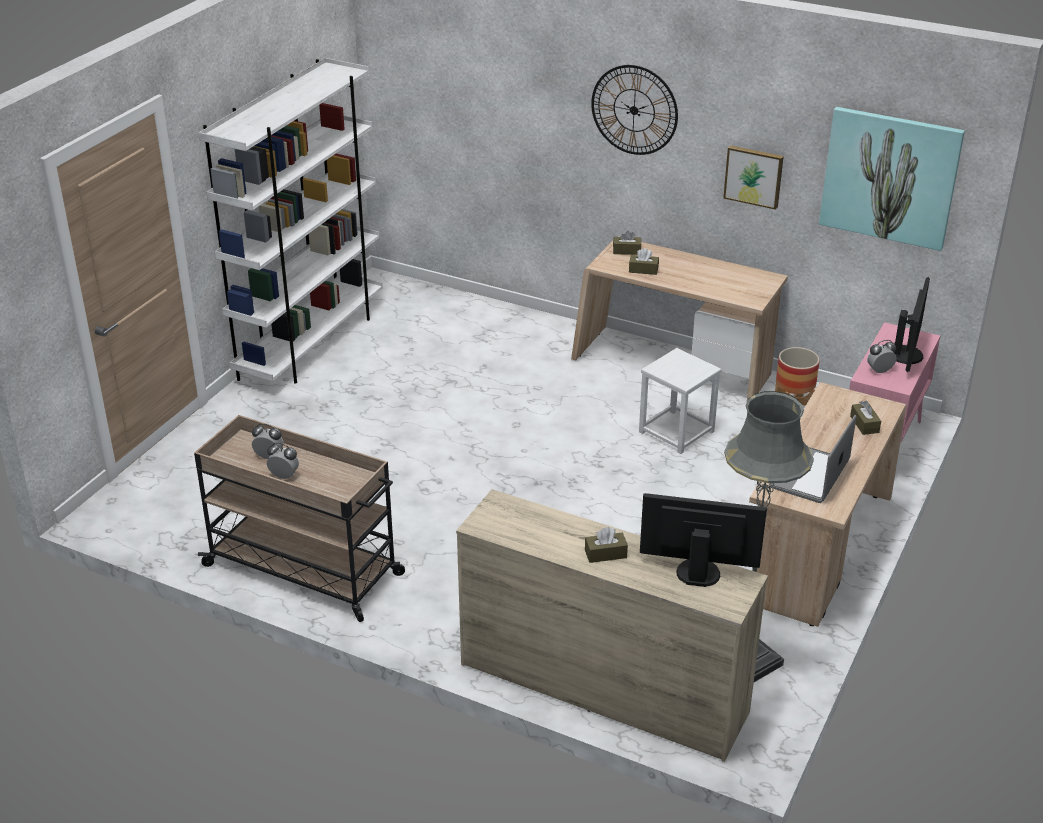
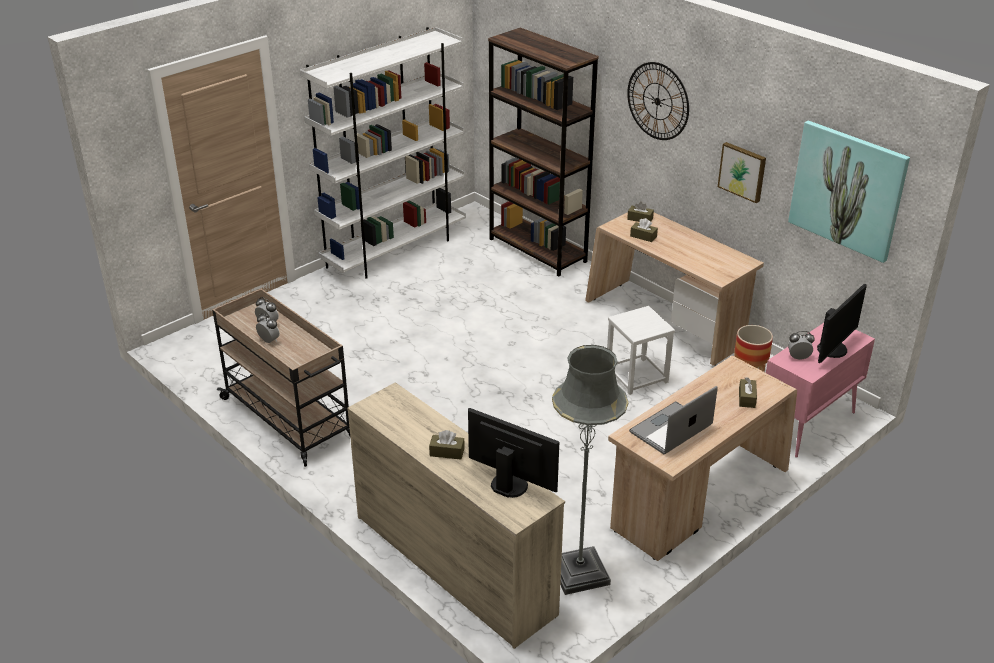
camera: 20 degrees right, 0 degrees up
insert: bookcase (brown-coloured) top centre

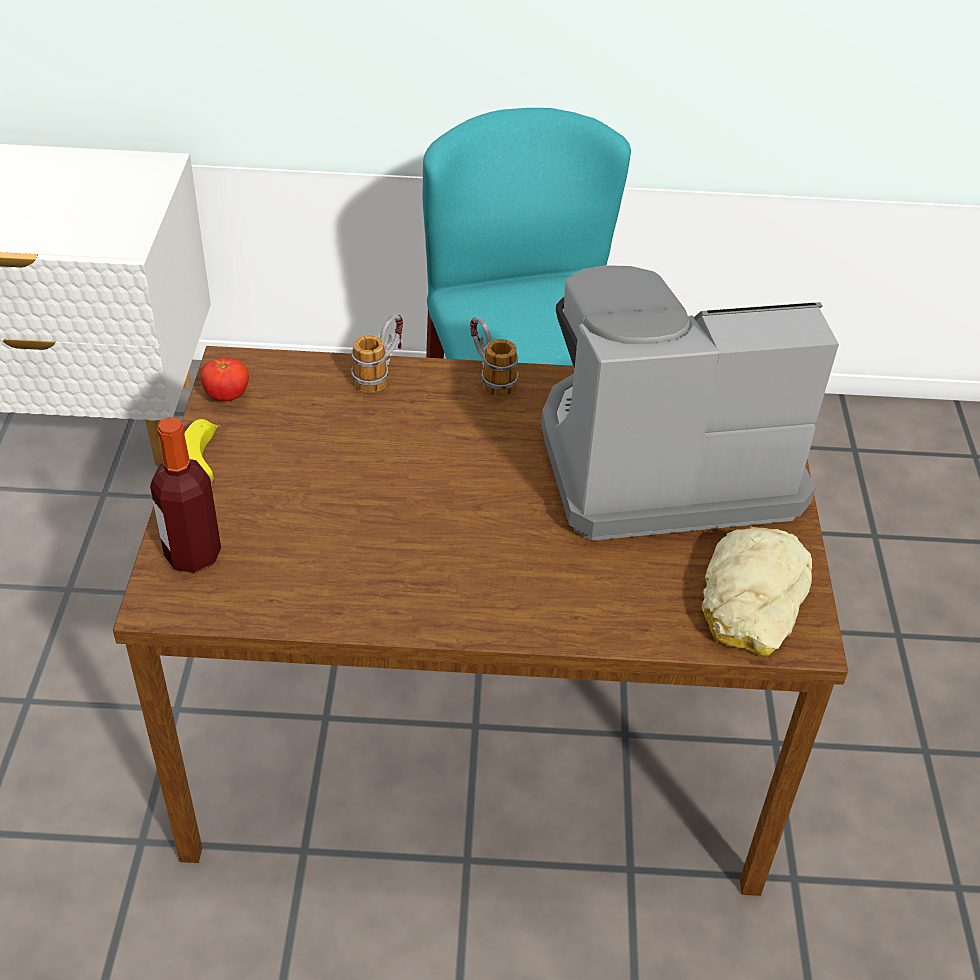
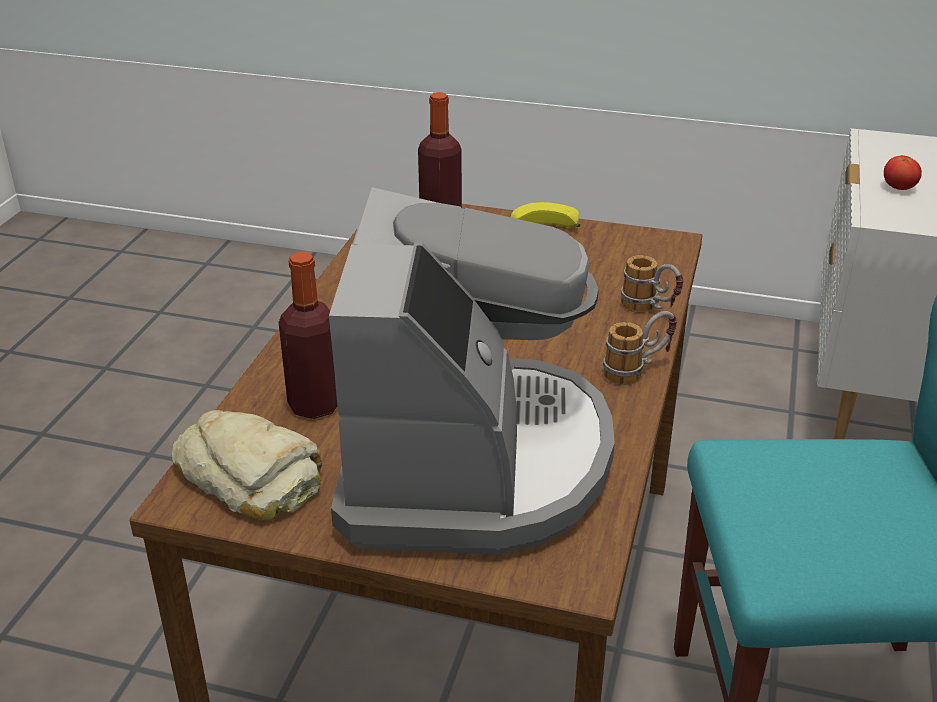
camera: 105 degrees right, 10 degrees down
insert: bottle (1st from left) middle left
move: whole tomato middle left to top right

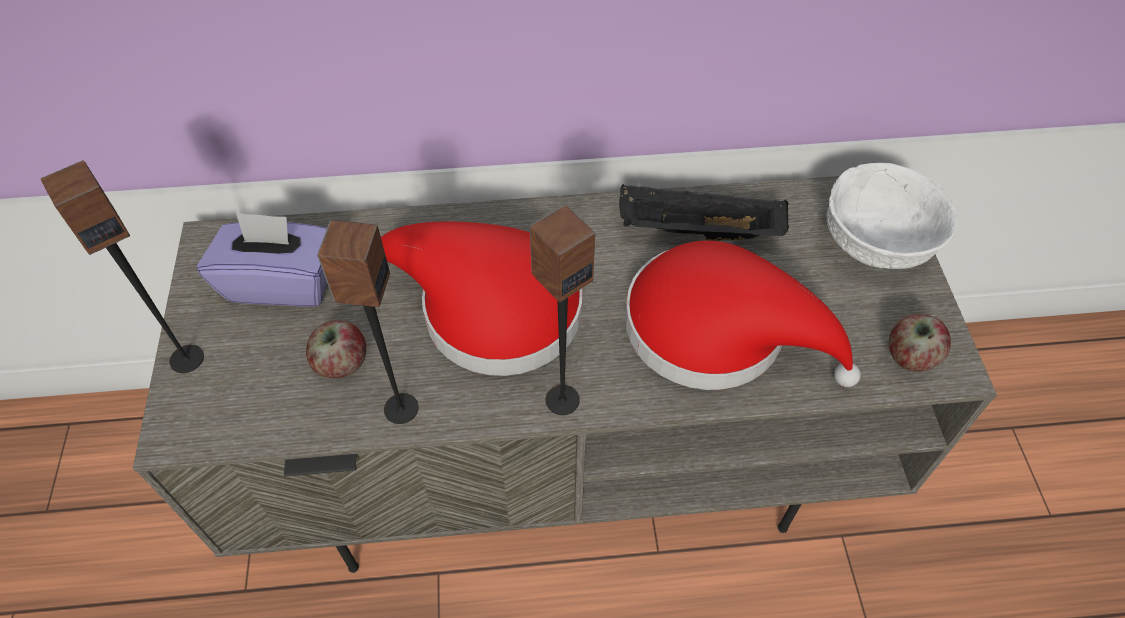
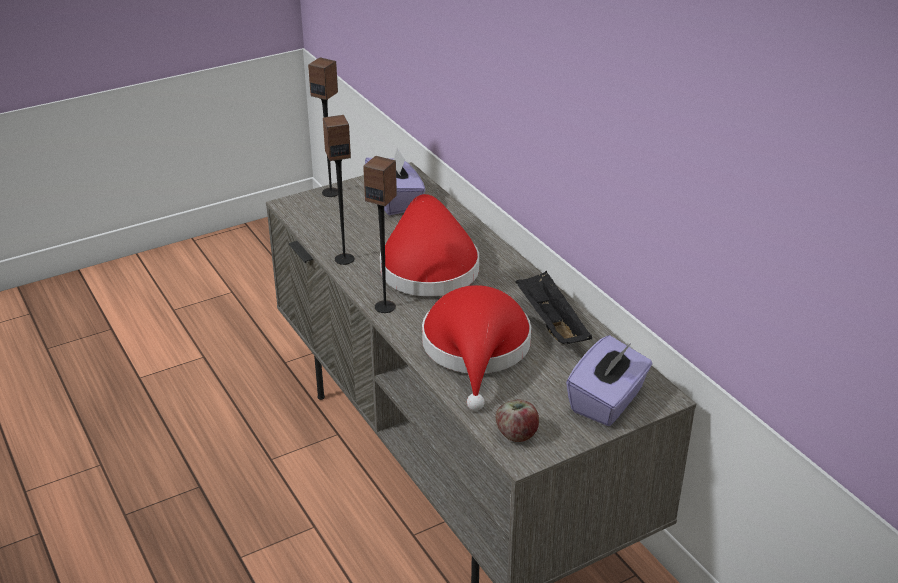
camera: 65 degrees right, 20 degrees down
delete: apple (1st from left) middle left
replace: serving bowl (white-coloured) middle right to box of tissues (purple-coloured) (2nd from left) middle right

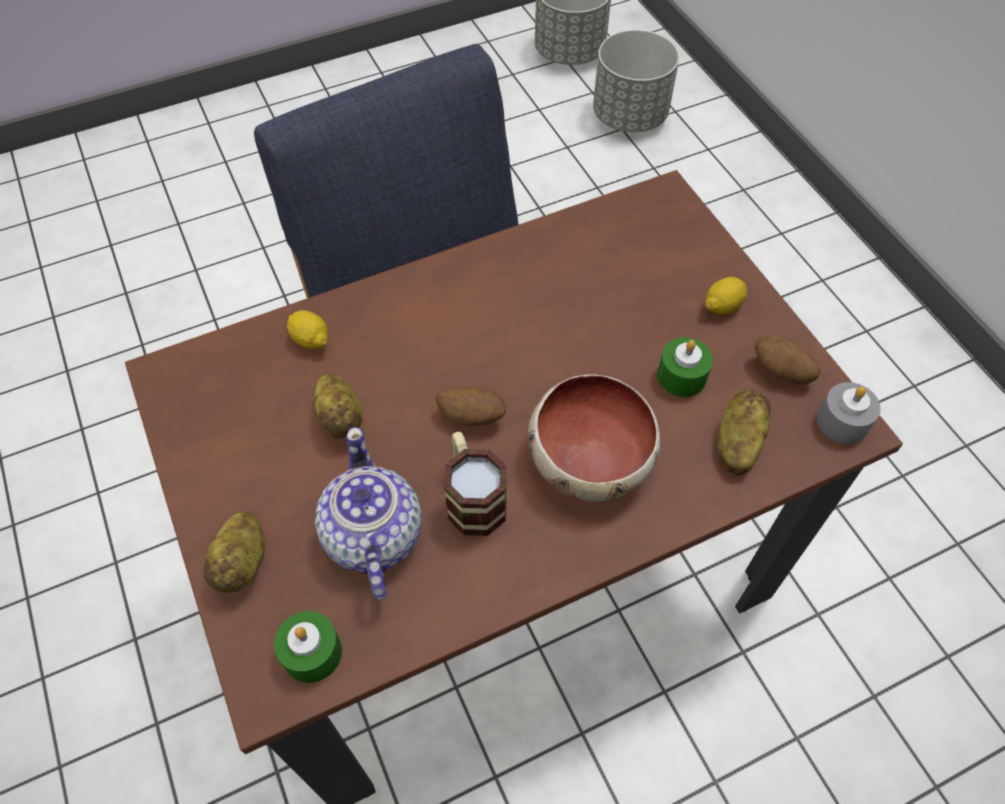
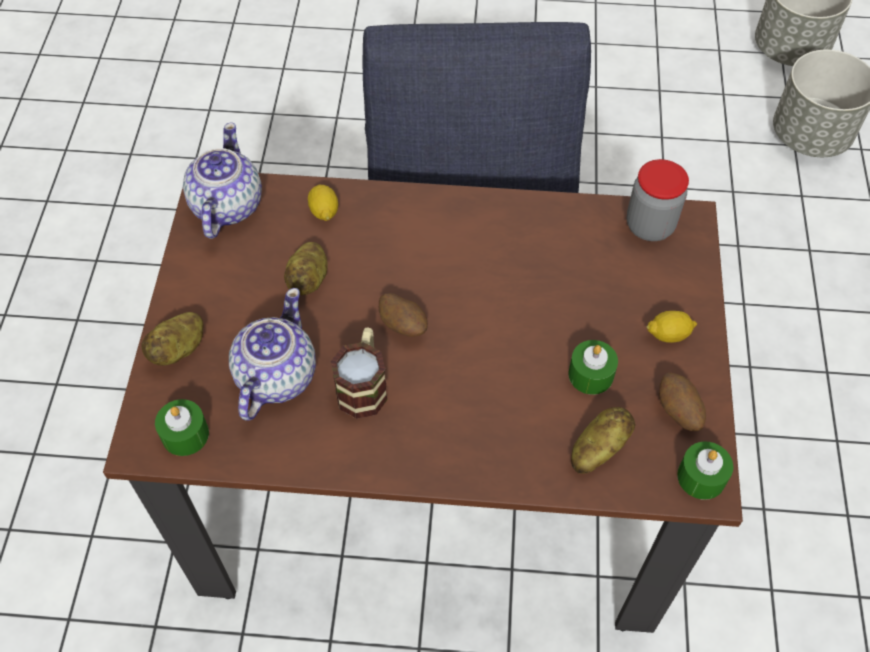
camera: 30 degrees right, 0 degrees up
delete: serving bowl centre
insert: tea pot (1st from left) top left; storage jar top right
recolor: wax light (greyish) middle right to wax light (green-coloured) (3rd from left) bottom right

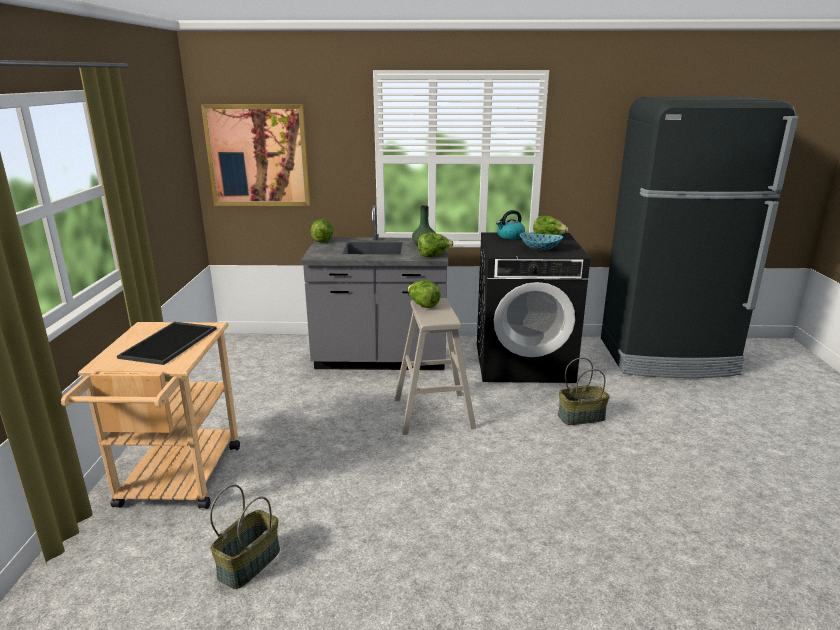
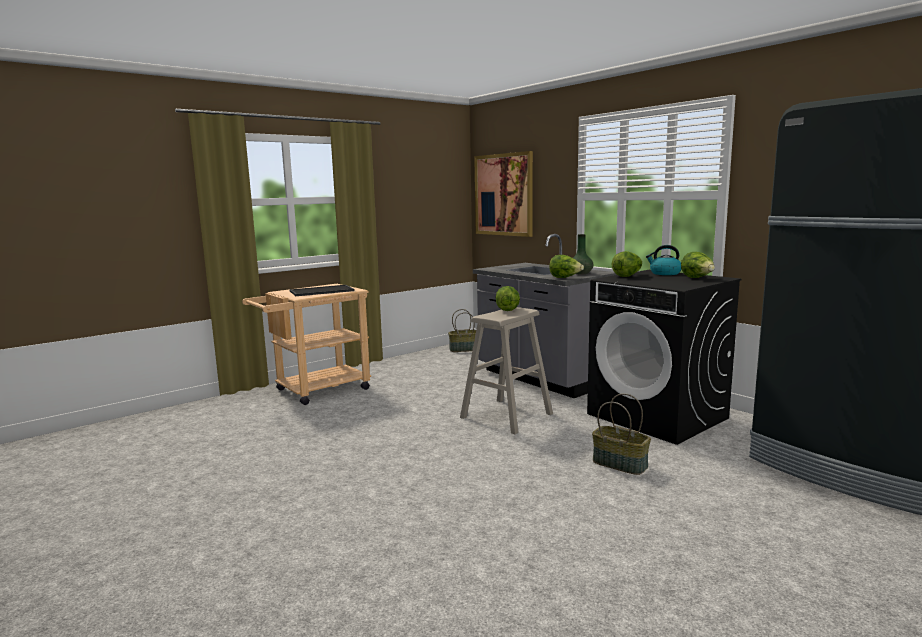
camera: 50 degrees right, 10 degrees down
delete: serving bowl centre
move: household basket (1st from left) bottom left to centre; lettuce (1st from left in the first image) centre to lettuce (3rd from left) middle right

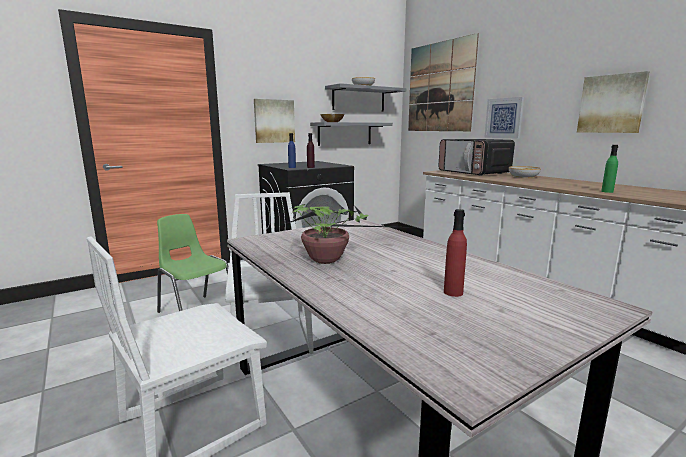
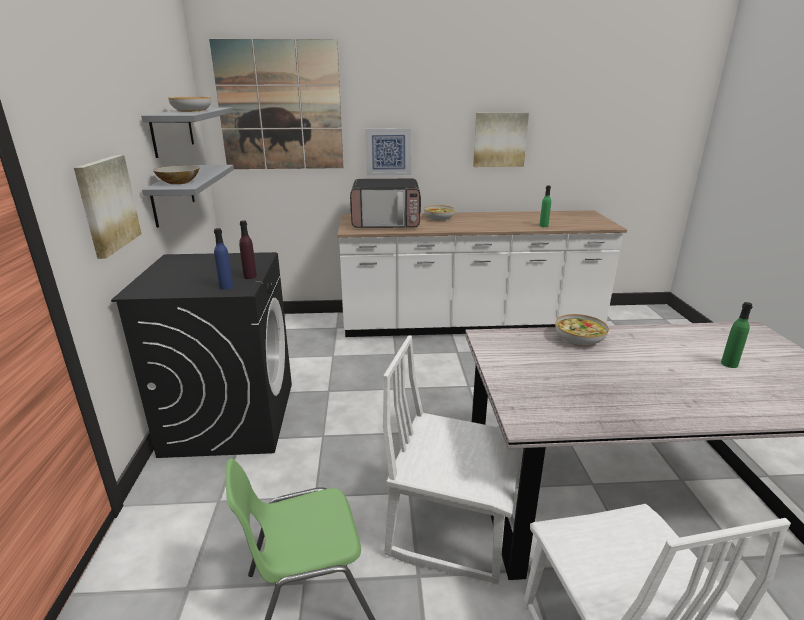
camera: 60 degrees left, 10 degrees up
delete: potted plant centre
insert: serving bowl (4th from left) middle right
recolor: bottle (red) centre to bottle (green-coloured) (2nd from left) middle right

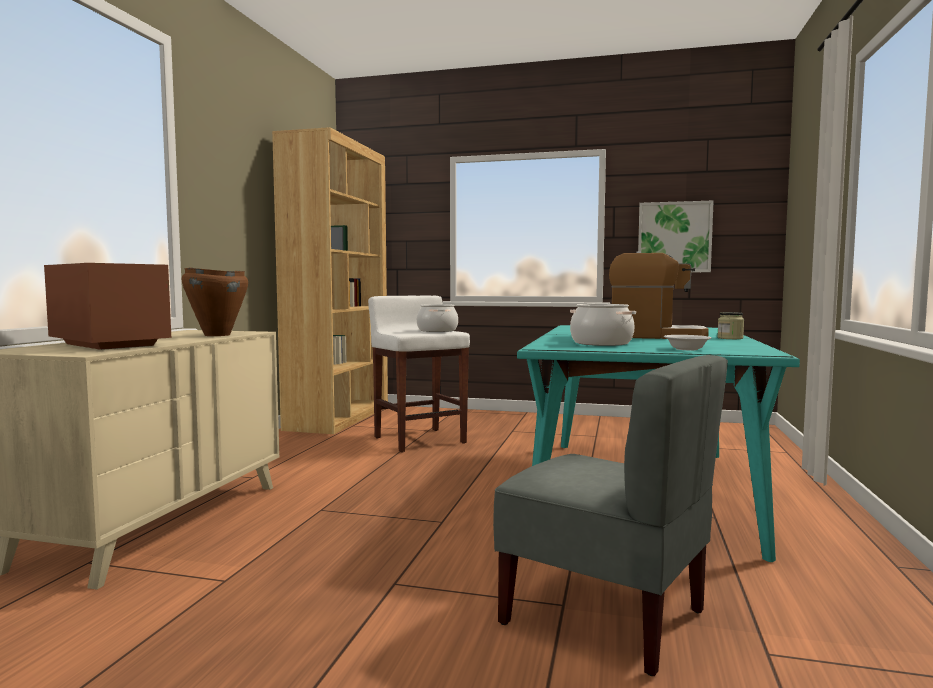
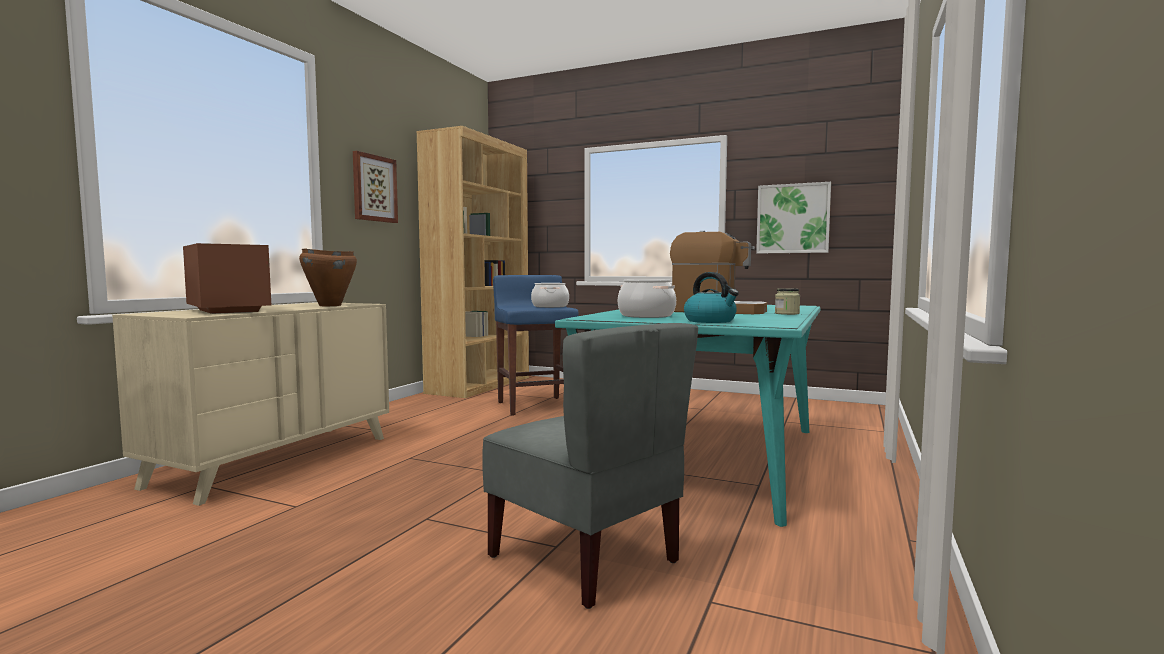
camera: 10 degrees right, 0 degrees up
insert: picture (1st from left) top left
replace: serving bowl (white-coloured) middle right to kettle centre
recolor: stool seat (white-coloured) centre to stool seat (blue-coloured) centre

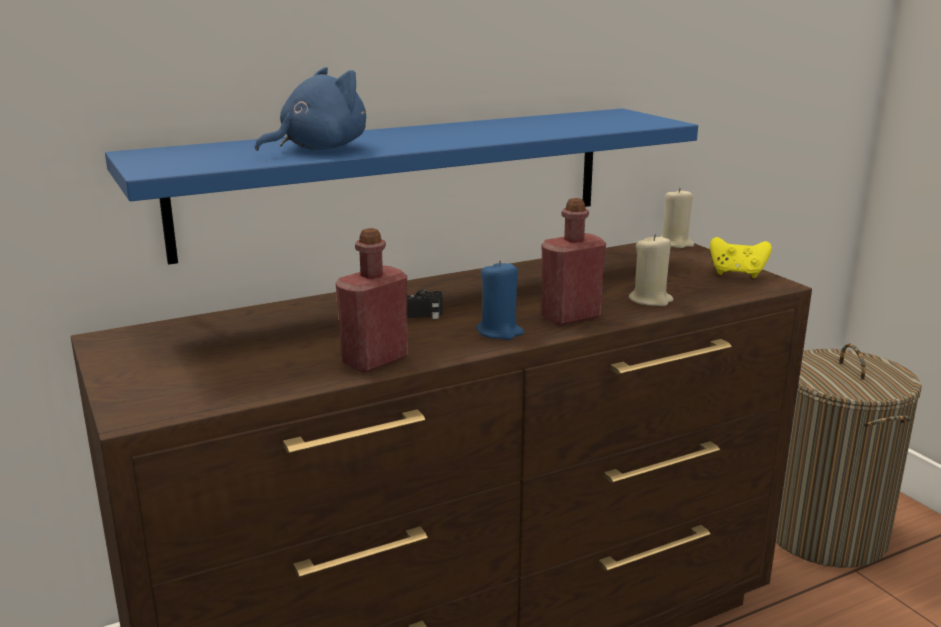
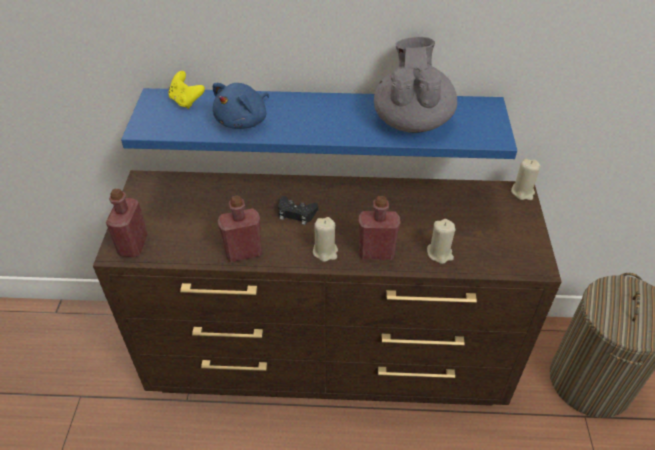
camera: 30 degrees right, 25 degrees up
insert: bottle (red) (1st from left) middle left; tea pot (greyish) top centre
move: gamepad (yellow-coloured) middle right to top left
recolor: wax light (blue-coloured) centre to wax light (sand-coloured) (1st from left) centre
rotate: cuddly toy (blue-coloured) top left = top centre 135 degrees clockwise

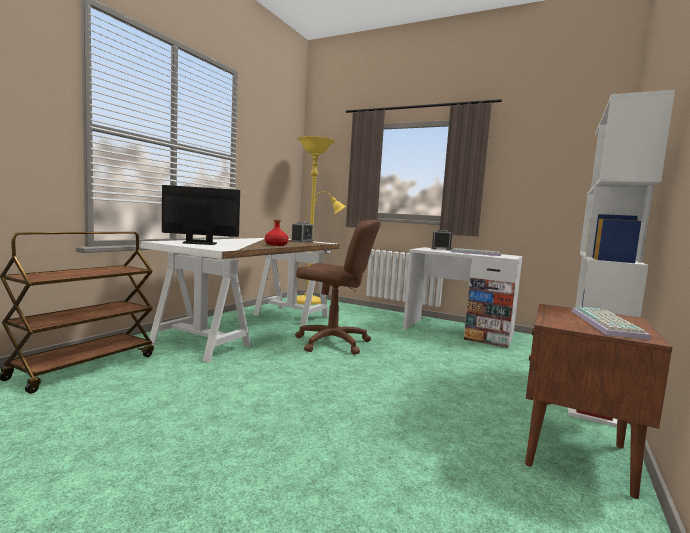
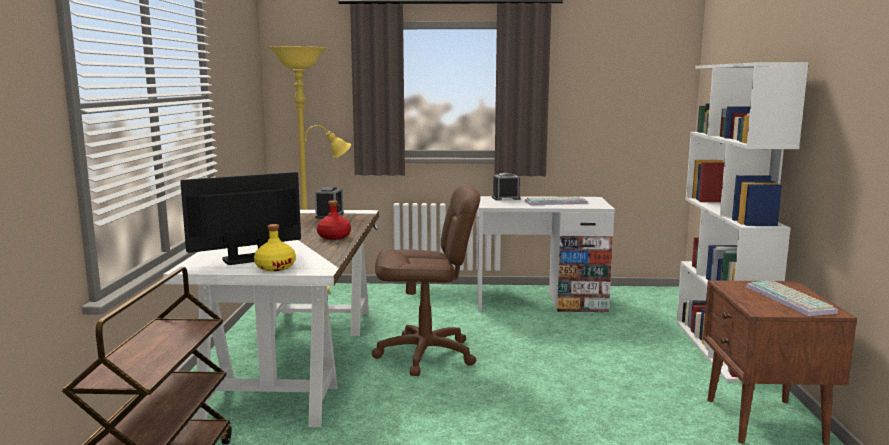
camera: 25 degrees left, 5 degrees up
insert: bottle (yellow-coloured) middle left

